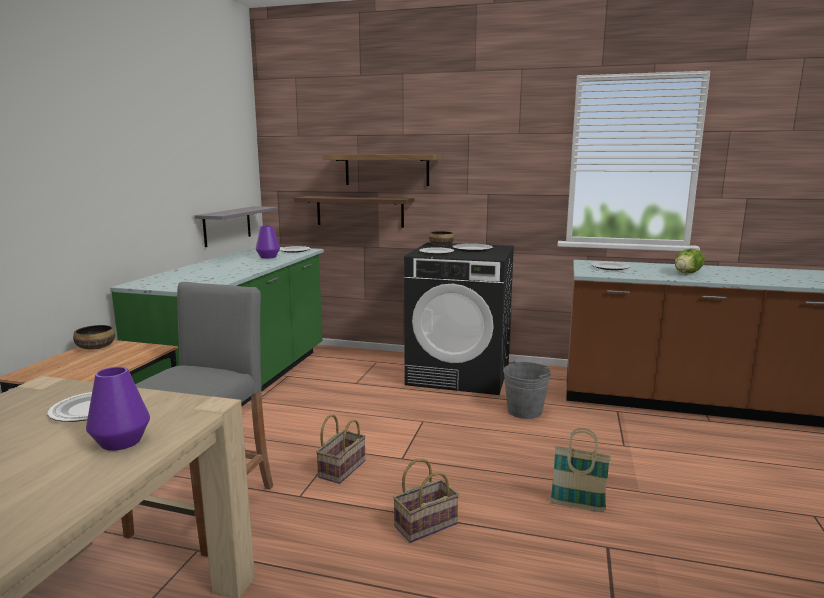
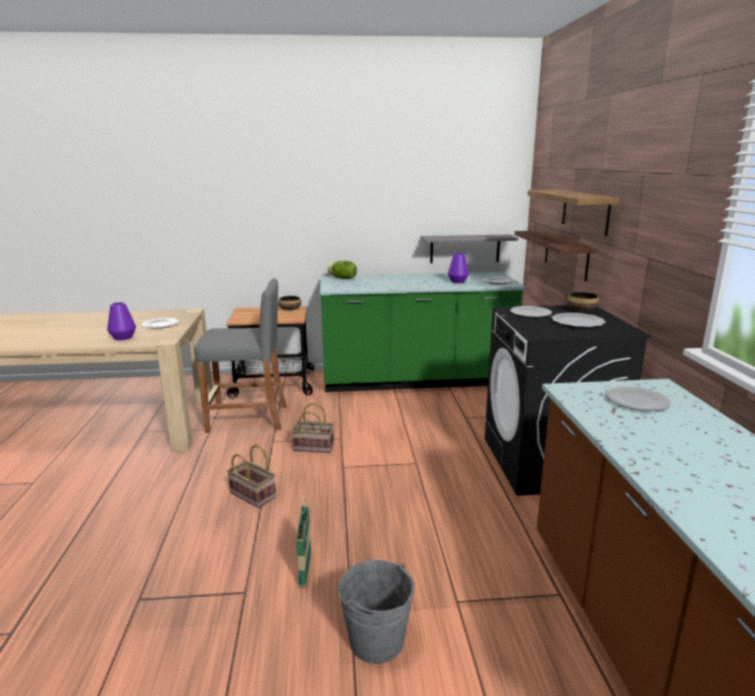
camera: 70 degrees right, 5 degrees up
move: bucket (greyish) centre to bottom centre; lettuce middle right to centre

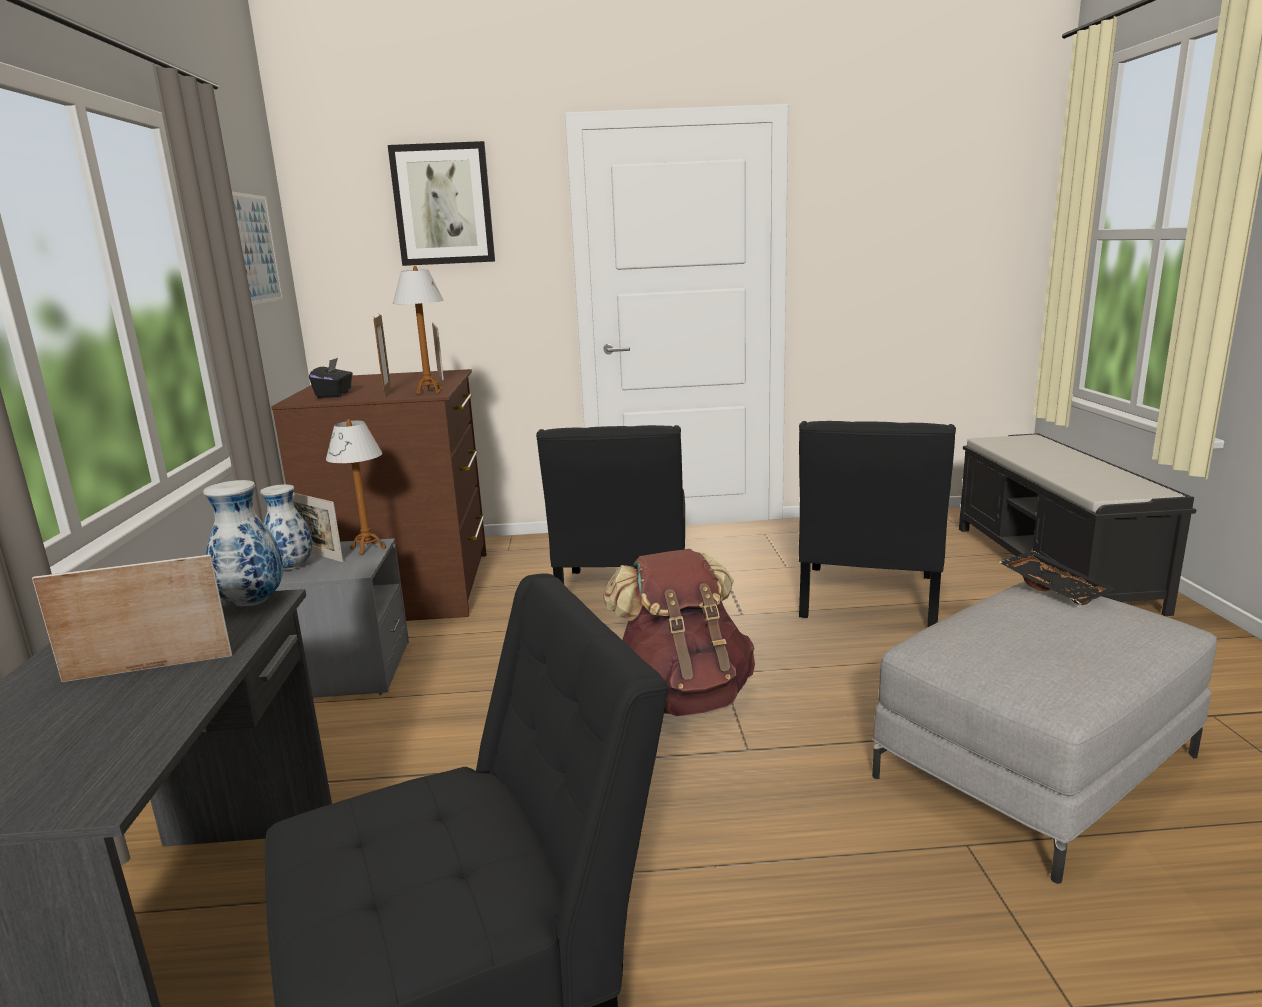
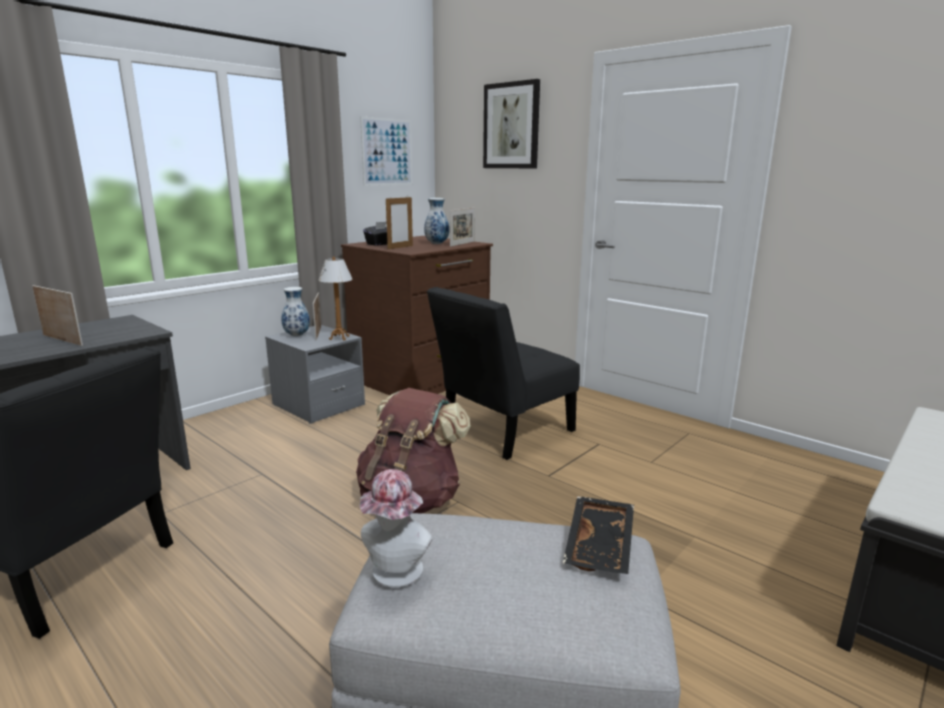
camera: 45 degrees right, 0 degrees up
delete: lamp for a table (2nd from left) top left; upright chair (black) (3rd from left) middle right
insert: hat bottom centre
move: flower vase (1st from left in the first image) middle left to flower vase (2nd from left) top centre

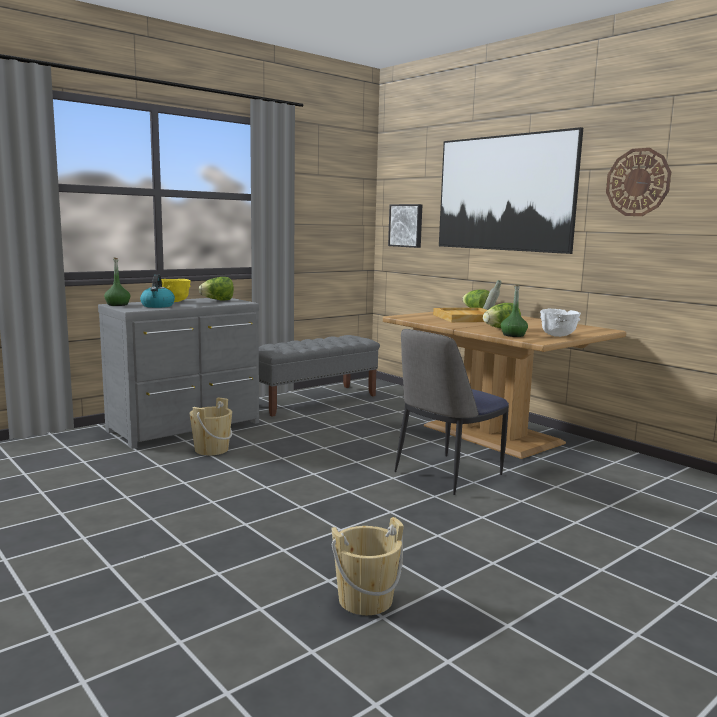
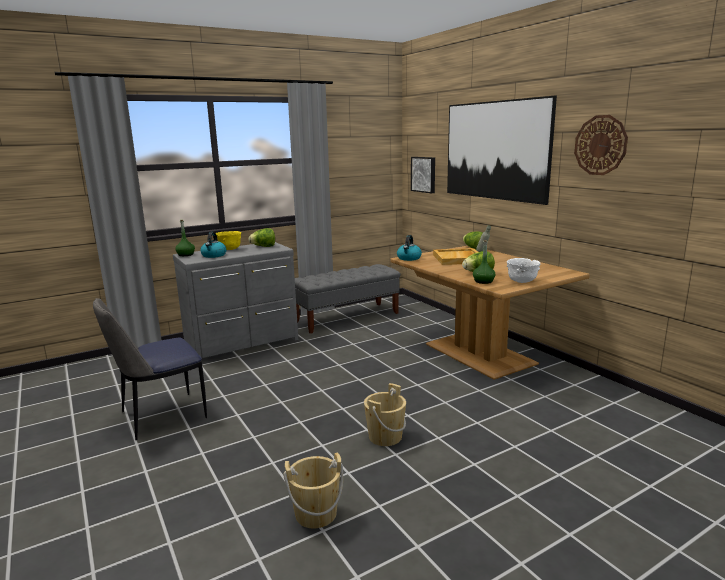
camera: 10 degrees right, 5 degrees up
insert: kettle (2nd from left) centre
move: bucket (sand-coloured) (1st from left in the first image) middle left to bucket (sand-coloured) (2nd from left) bottom centre; upright chair centre to middle left

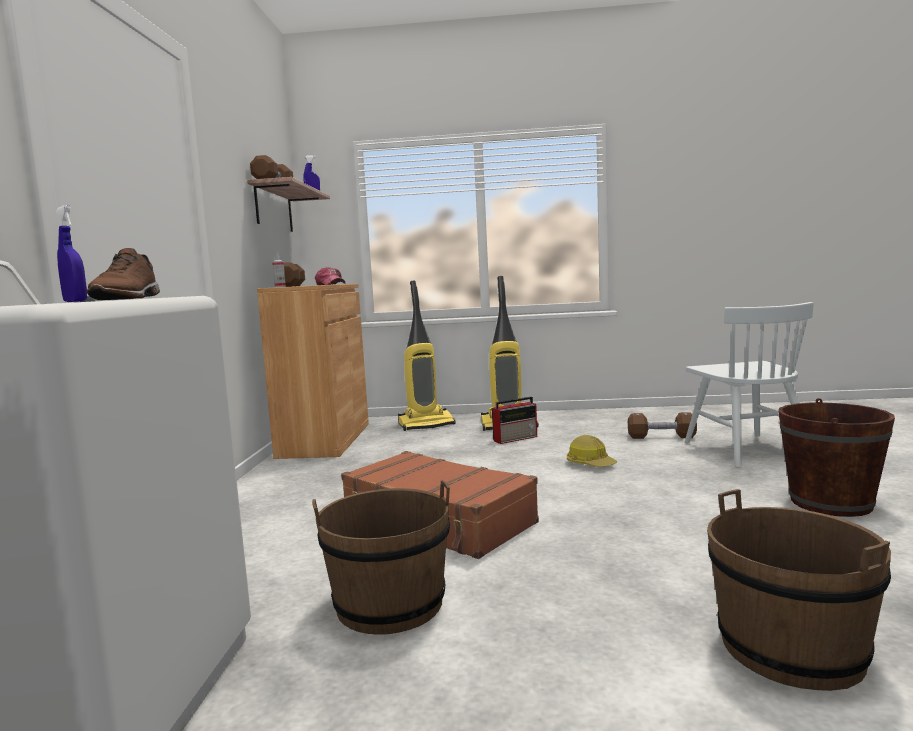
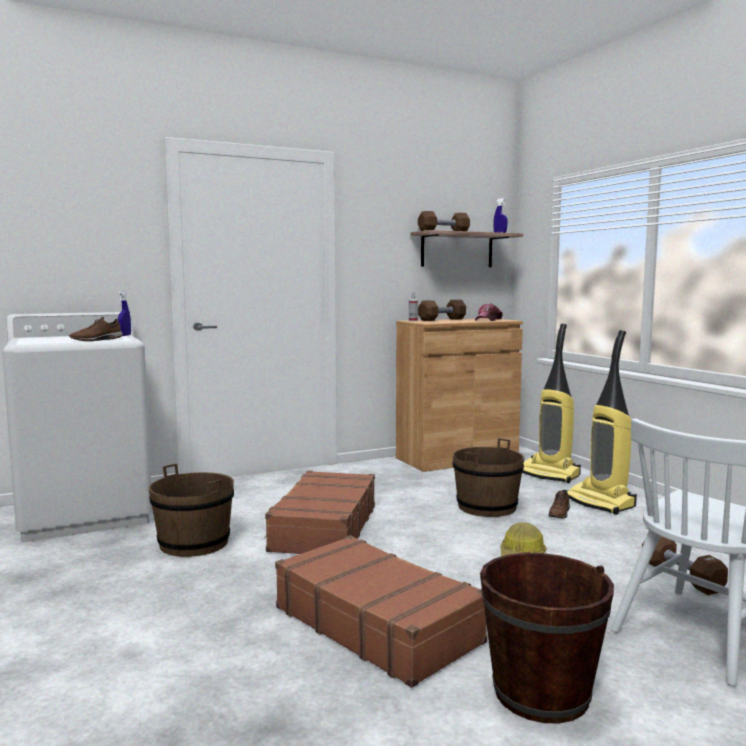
camera: 60 degrees right, 0 degrees up
insert: piece of luggage (brown-coloured) (2nd from left) bottom centre
move: bucket (brown-coloured) (2nd from left) bottom right to centre
replace: radio receiver centre to low shoe (brown-coloured) (2nd from left) bottom right

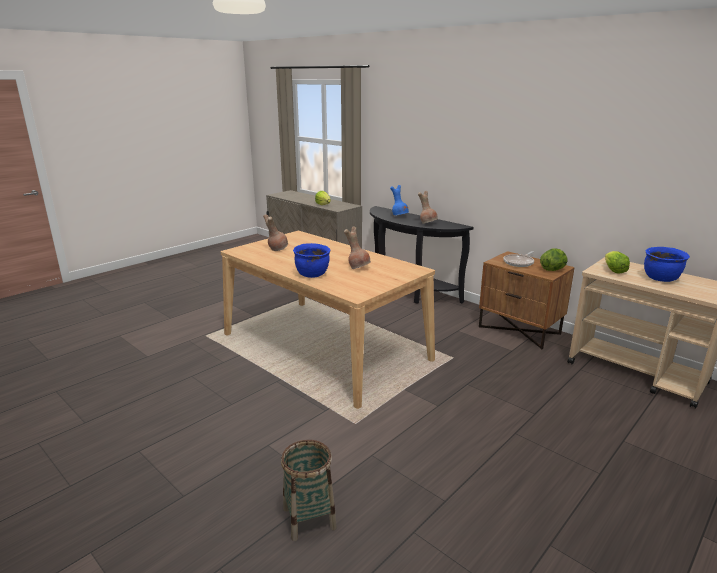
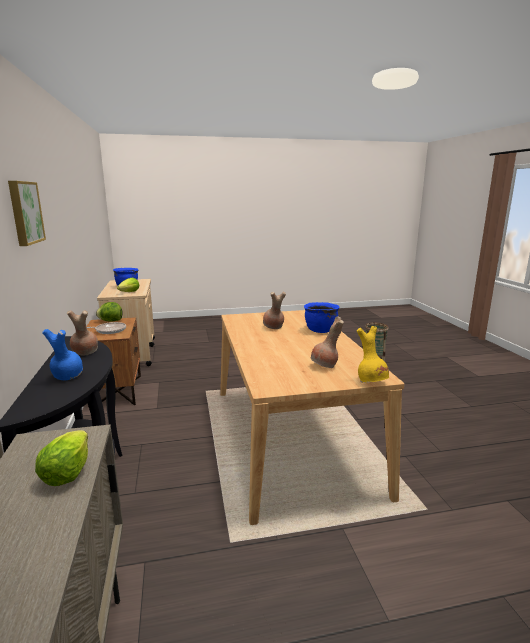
camera: 145 degrees left, 5 degrees down
insert: picture top left; flower vase (yellow-coloured) middle right

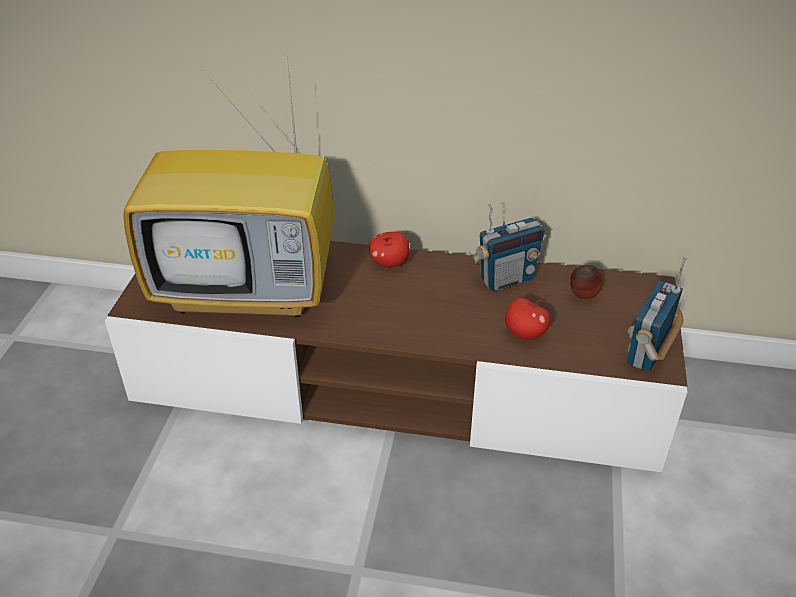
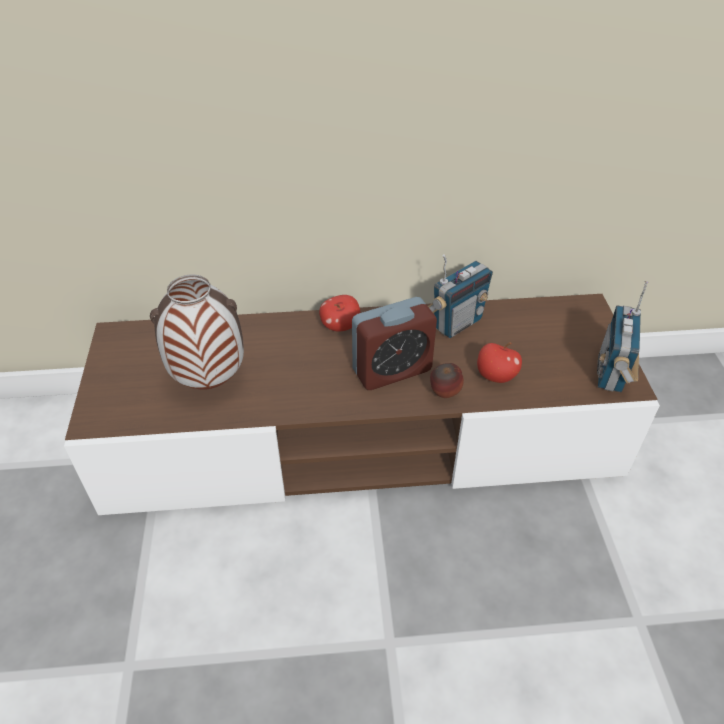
camera: 15 degrees left, 5 degrees up
insert: alarm clock centre
move: apple (3rd from left in the first image) middle right to apple (2nd from left) centre
replace: TV set top left to flower vase middle left

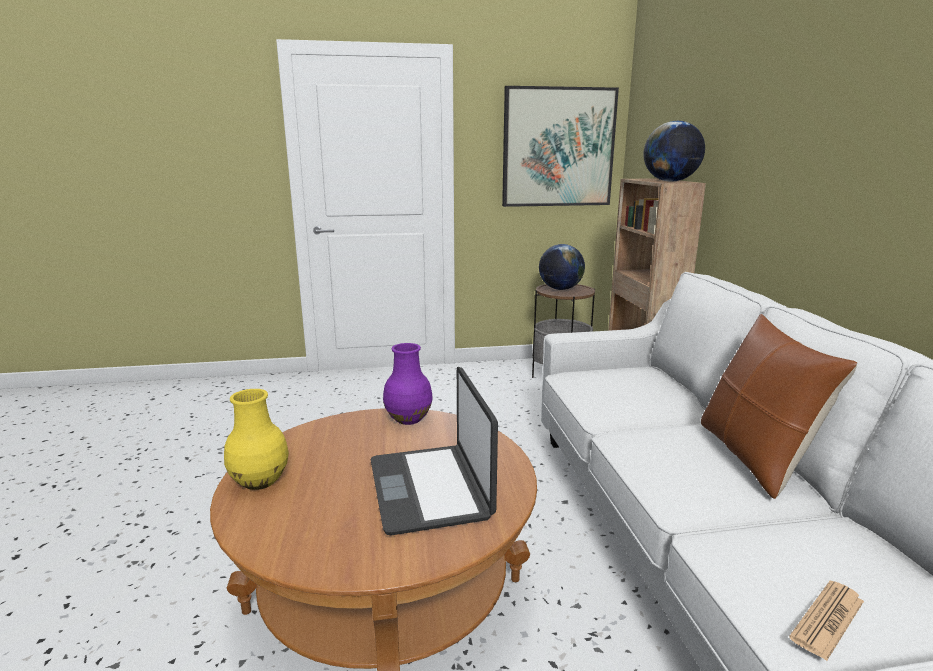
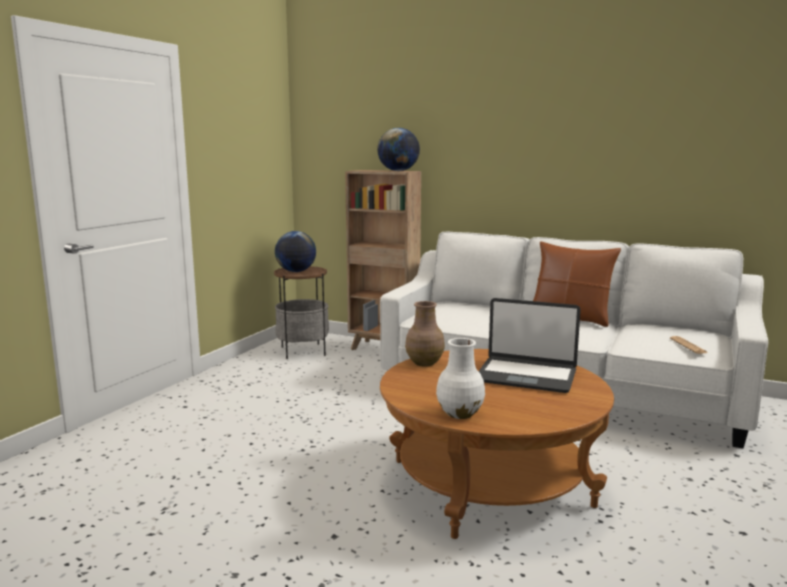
camera: 55 degrees left, 5 degrees down
delete: picture top centre
recolor: flower vase (yellow-coloured) middle left to flower vase (white-coloured) centre; flower vase (purple-coloured) centre to flower vase (brown-coloured) centre

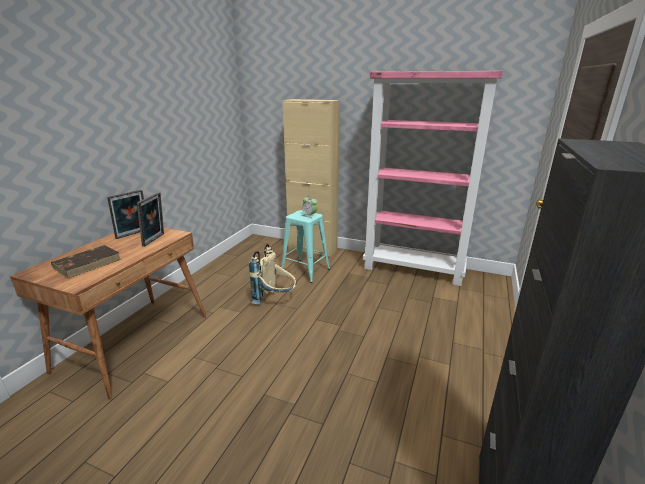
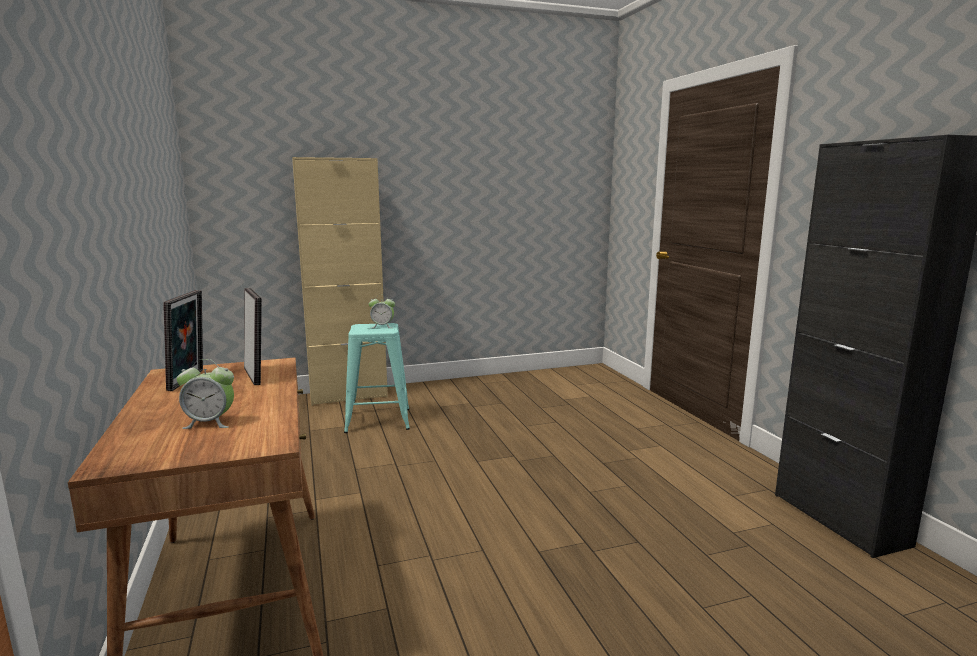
camera: 40 degrees left, 10 degrees down
delete: knapsack (sand-coloured) centre; bookcase (pink) middle right
replace: bound book (brown-coloured) middle left to alarm clock (1st from left) middle left

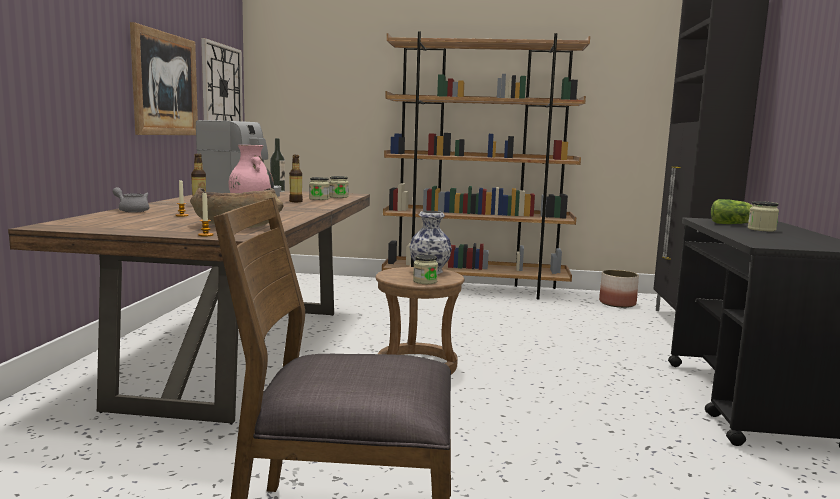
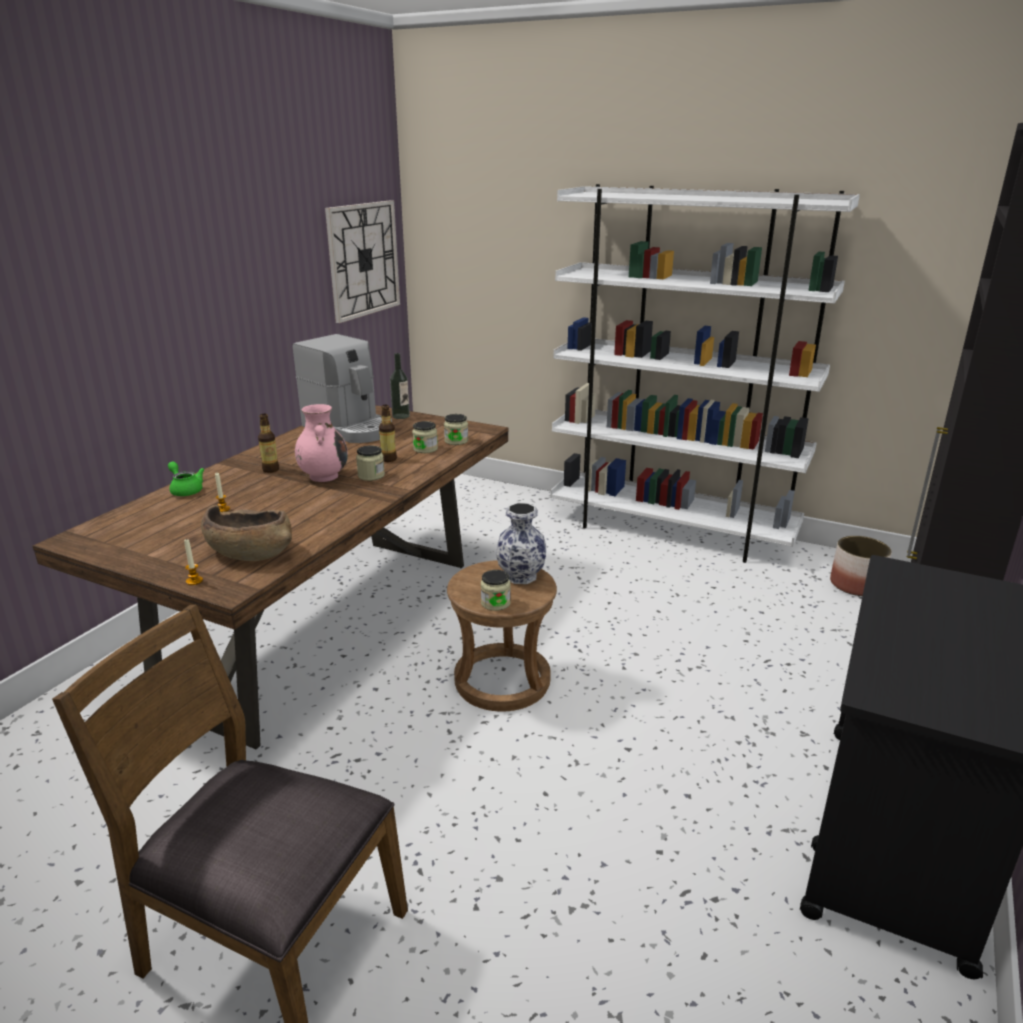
camera: 20 degrees right, 15 degrees up
delete: picture top left; lettuce middle right
move: storage jar (4th from left in the first image) middle right to storage jar (1st from left) centre
recolor: tea pot (greyish) middle left to tea pot (green-coloured) middle left; bookcase (brown-coloured) top centre to bookcase (white-coloured) middle right

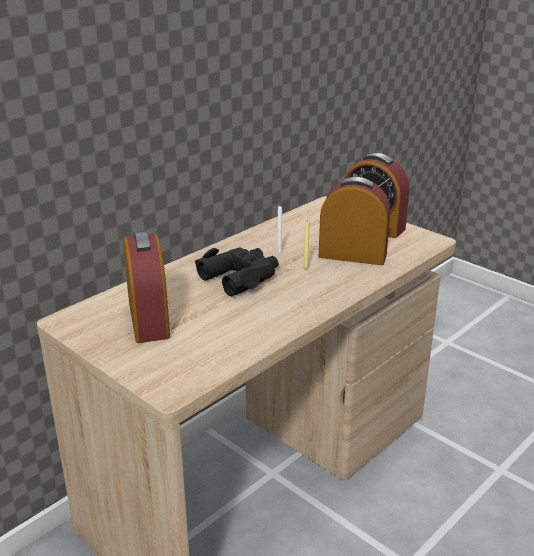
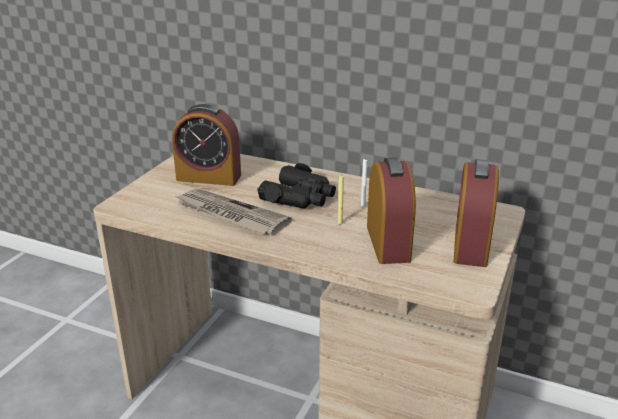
camera: 70 degrees right, 0 degrees up
insert: daily paper centre
rotate: alarm clock (1st from left) middle left = centre 45 degrees clockwise

